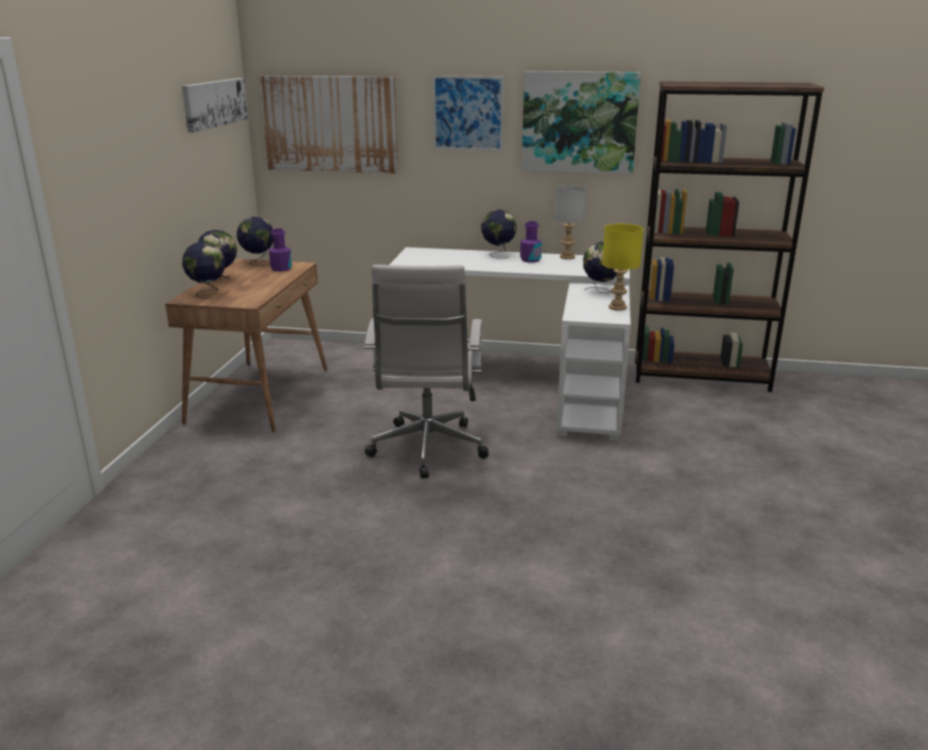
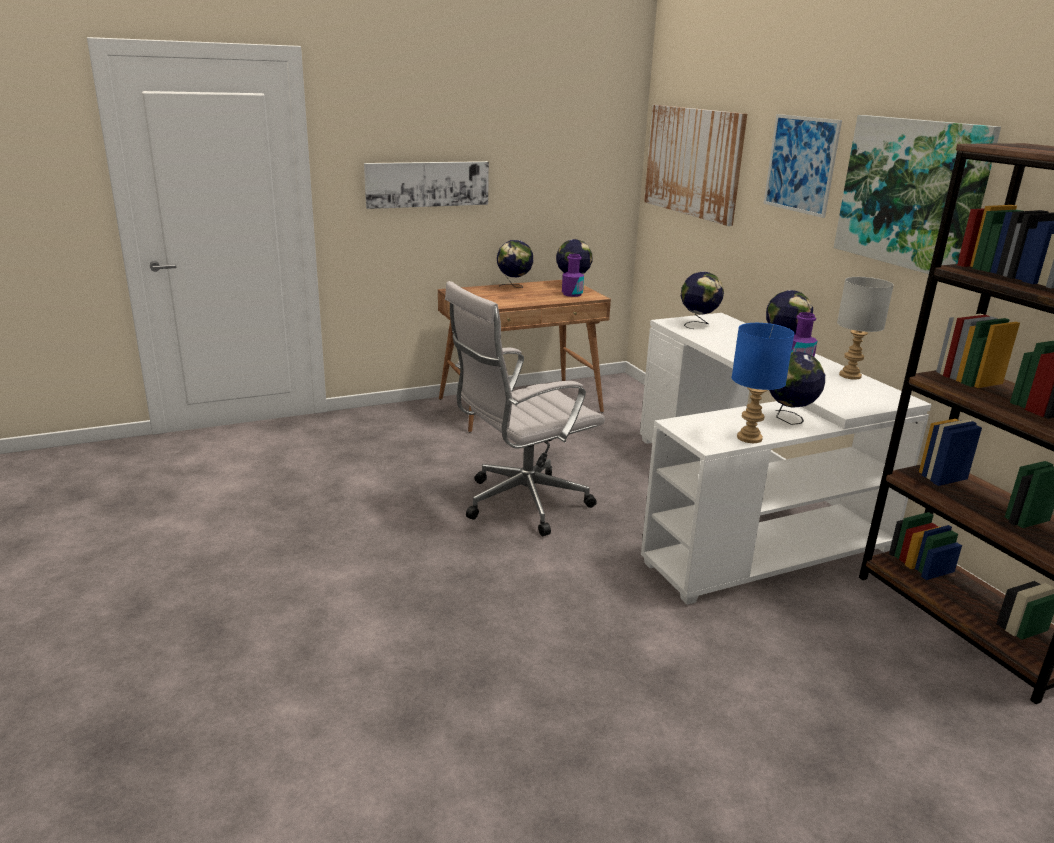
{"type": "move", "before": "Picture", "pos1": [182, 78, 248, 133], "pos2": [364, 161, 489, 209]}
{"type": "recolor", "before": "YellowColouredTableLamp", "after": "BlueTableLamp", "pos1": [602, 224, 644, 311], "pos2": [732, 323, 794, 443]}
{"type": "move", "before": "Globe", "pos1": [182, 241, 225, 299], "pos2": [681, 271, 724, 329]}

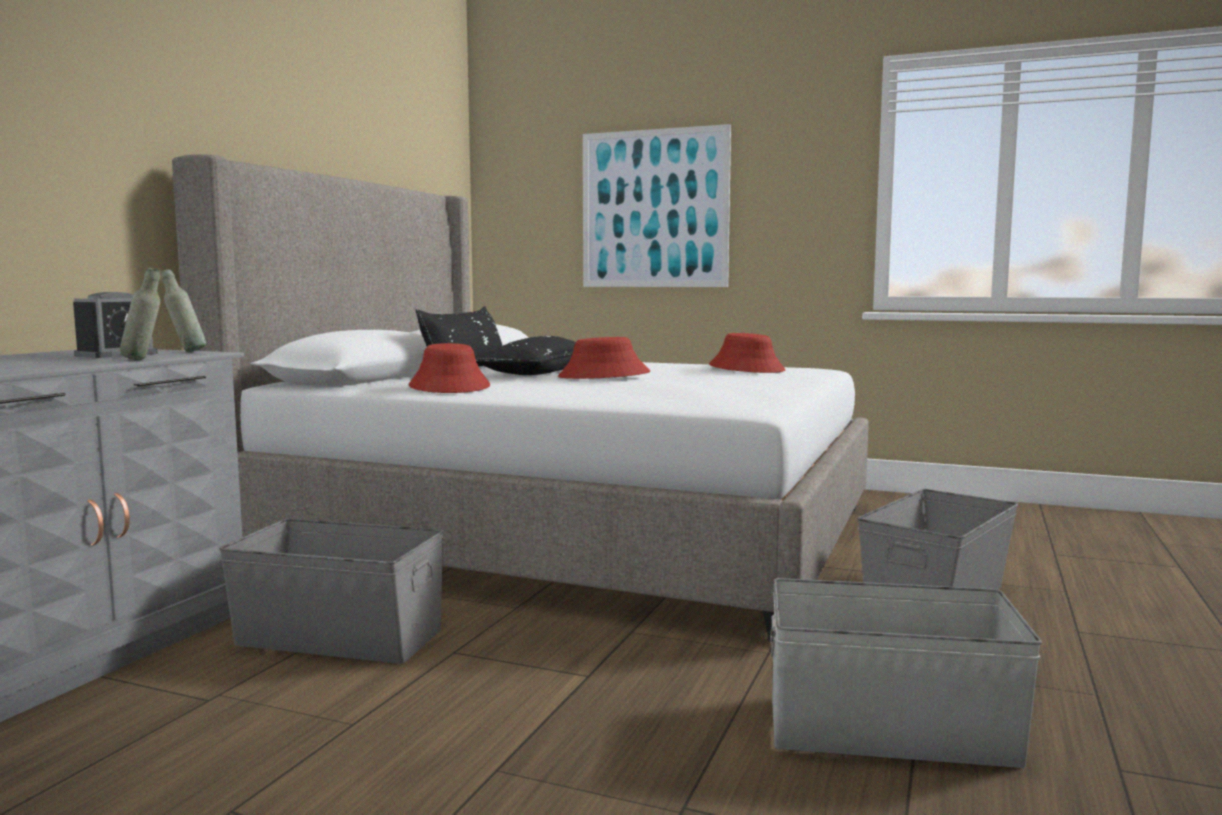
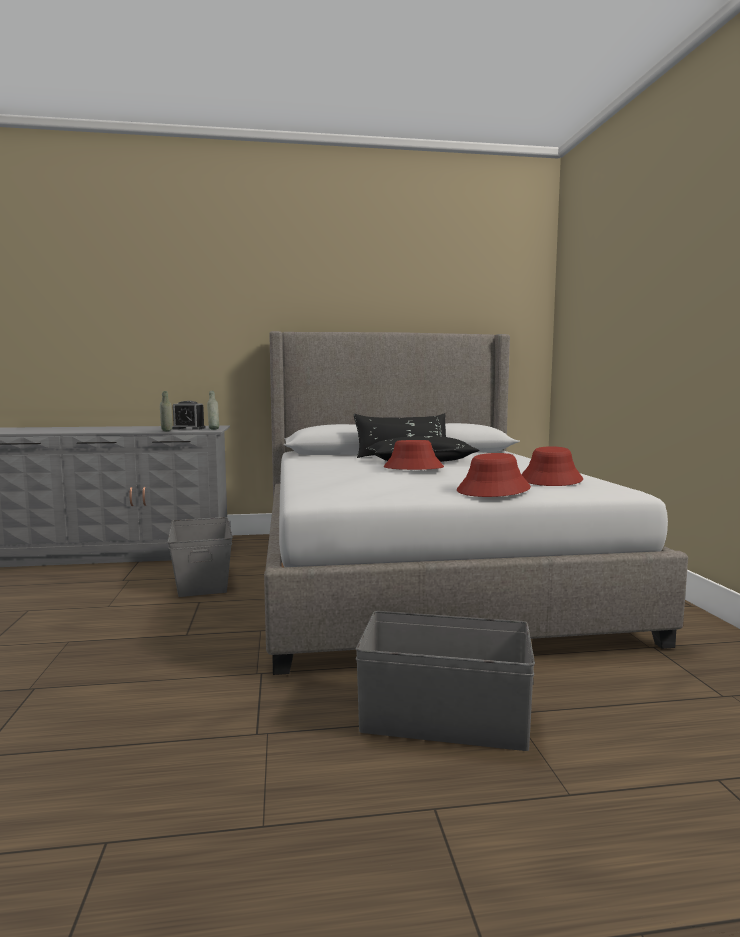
{"type": "delete", "before": "Picture", "pos1": [583, 124, 731, 287]}
{"type": "move", "before": "ReddishWearableHat", "pos1": [409, 343, 490, 393], "pos2": [457, 453, 531, 497]}
{"type": "delete", "before": "GrayStorageBox", "pos1": [770, 578, 1042, 768]}

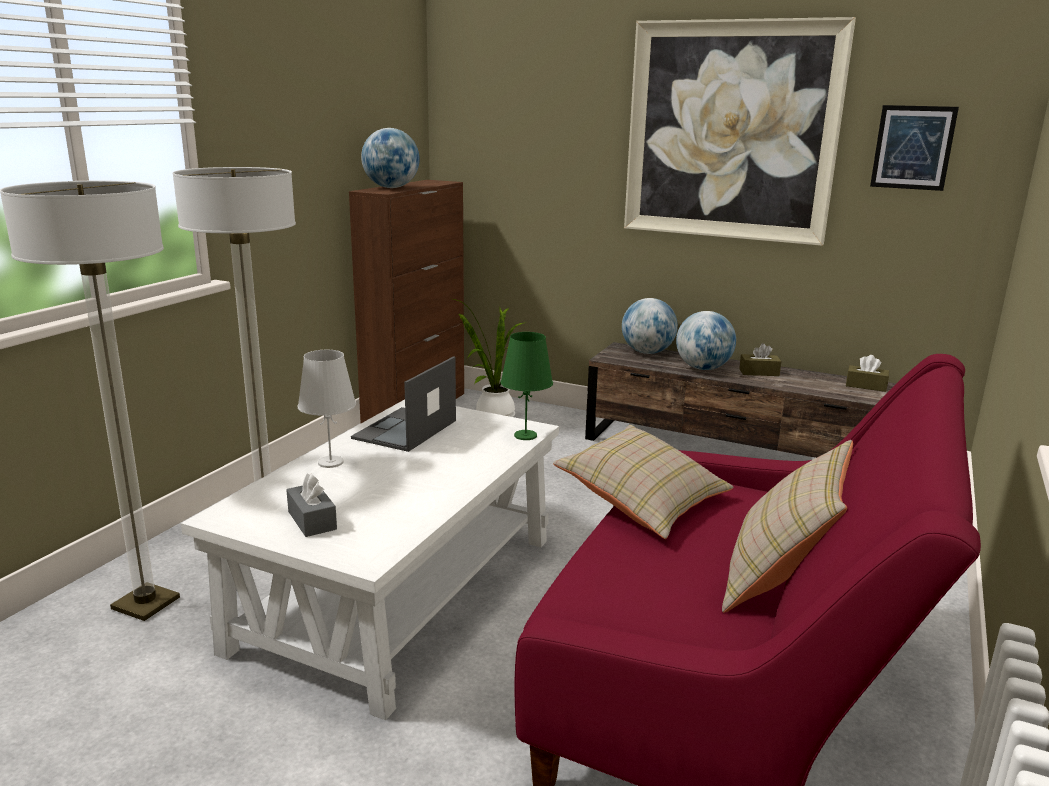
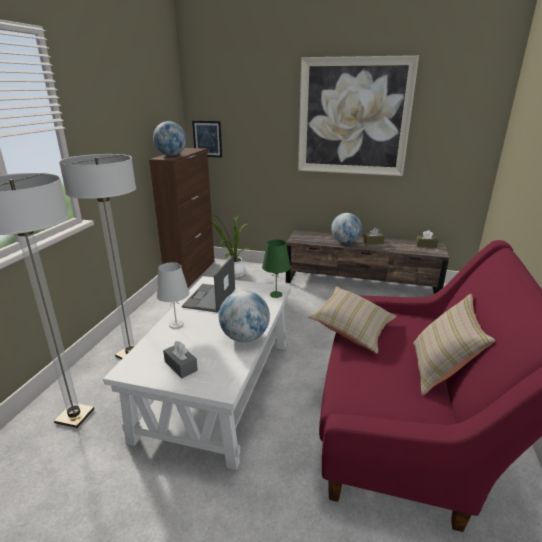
{"type": "move", "before": "Picture", "pos1": [870, 105, 959, 191], "pos2": [192, 121, 222, 158]}
{"type": "move", "before": "Globe", "pos1": [622, 298, 678, 354], "pos2": [219, 291, 270, 342]}

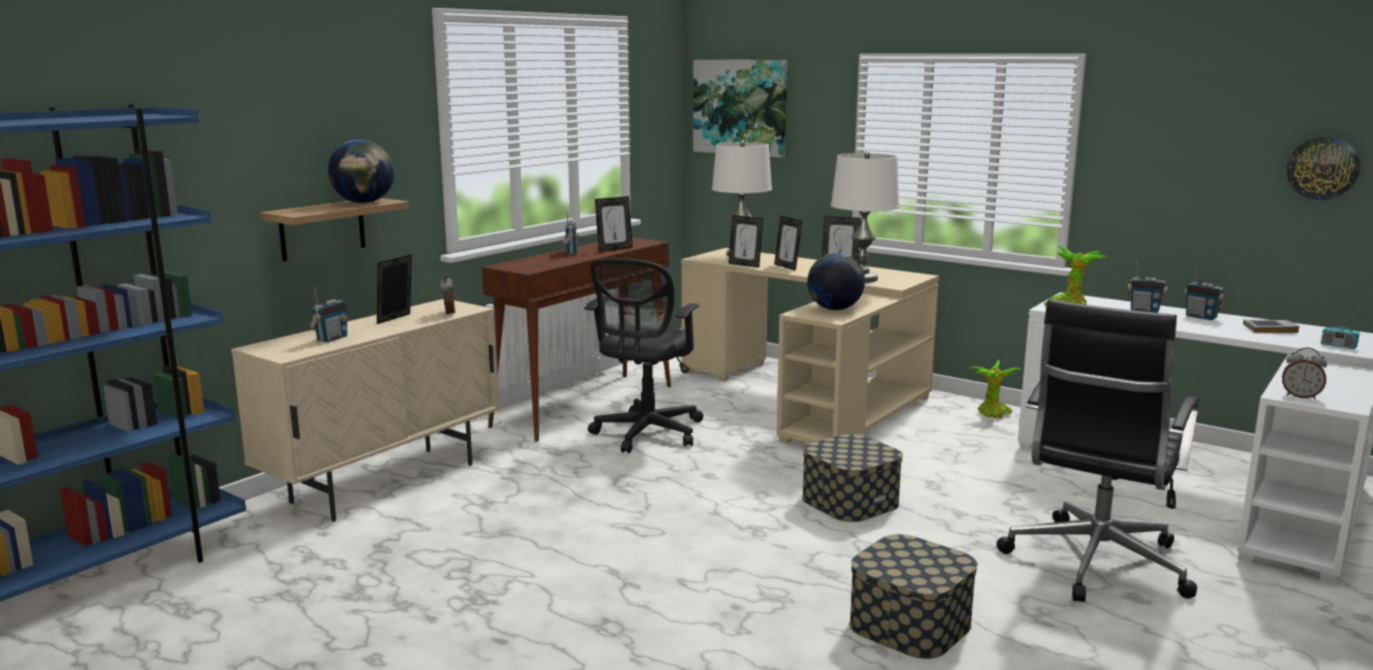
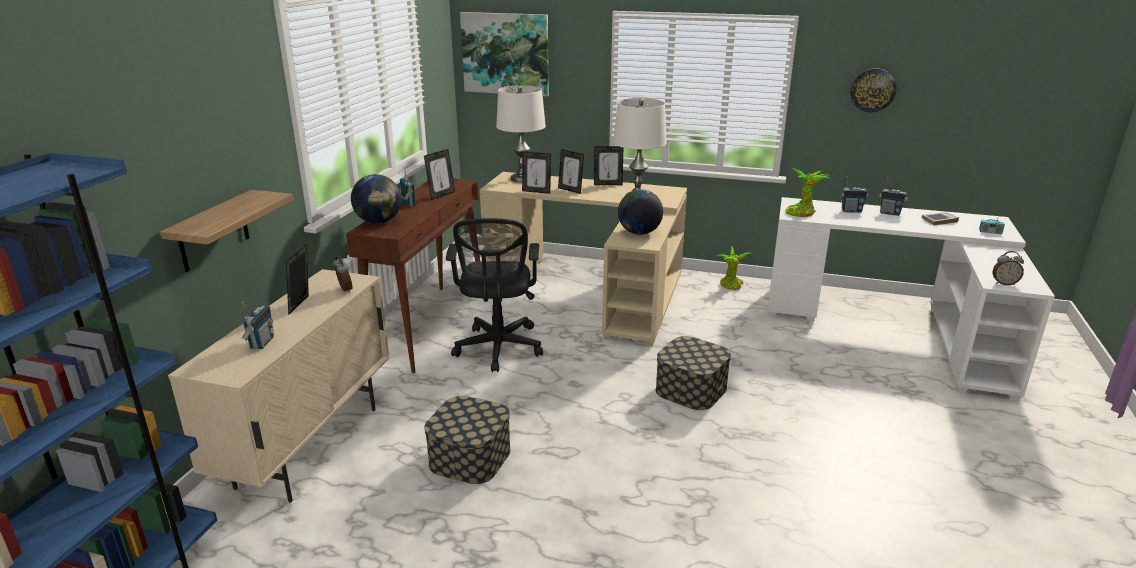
{"type": "move", "before": "ClockOnTheWall", "pos1": [1287, 136, 1360, 200], "pos2": [850, 68, 897, 112]}
{"type": "move", "before": "Globe", "pos1": [328, 139, 394, 203], "pos2": [351, 174, 401, 224]}
{"type": "delete", "before": "BlackComputerChair", "pos1": [996, 300, 1199, 602]}
{"type": "move", "before": "StorageBox", "pos1": [850, 534, 977, 659], "pos2": [424, 396, 511, 484]}

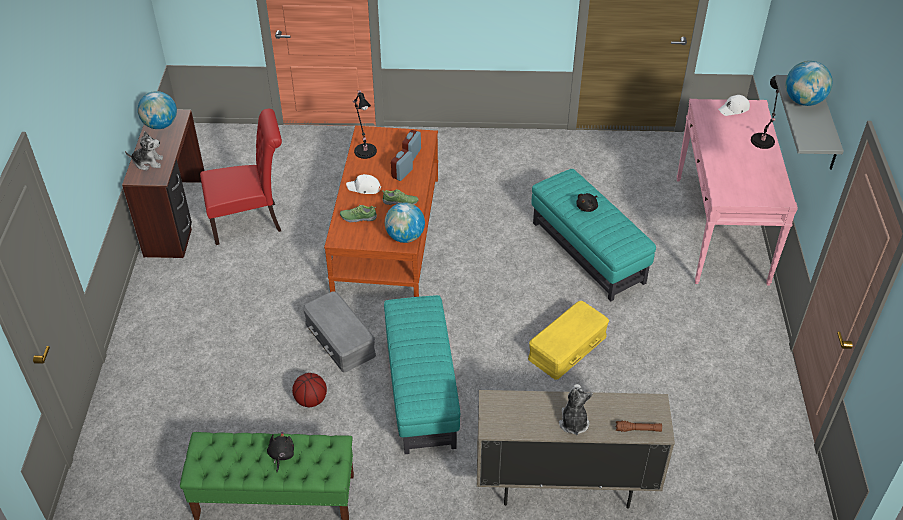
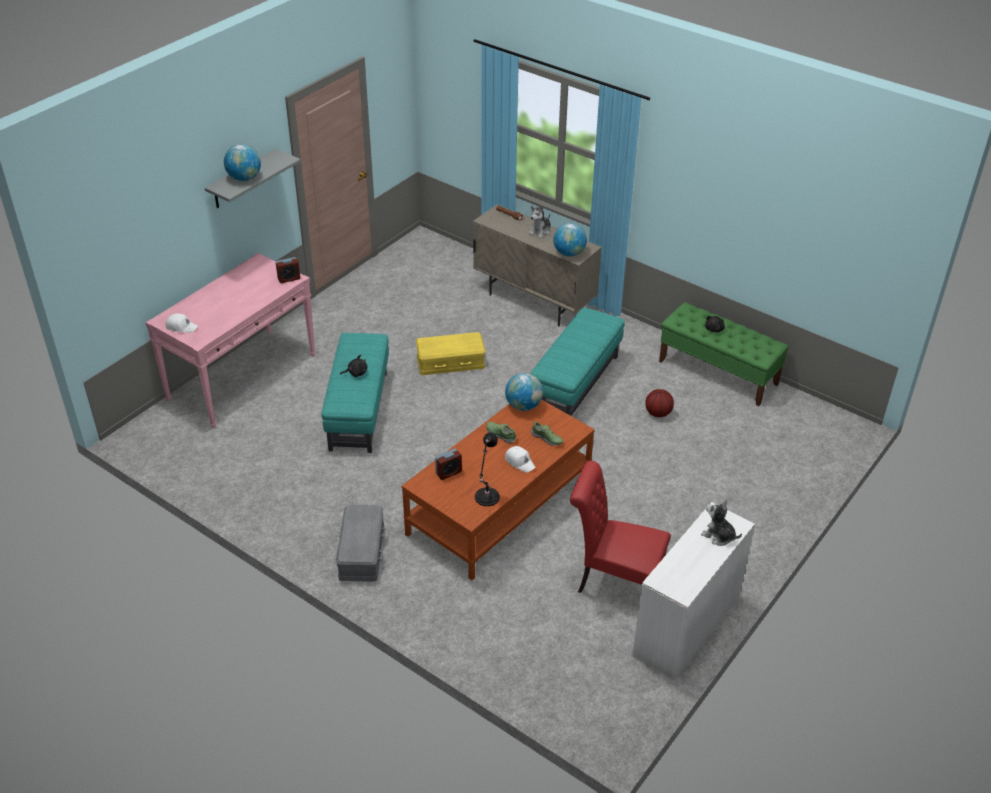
{"type": "delete", "before": "BlackTableLamp", "pos1": [751, 76, 779, 149]}
{"type": "move", "before": "Globe", "pos1": [138, 91, 177, 129], "pos2": [553, 223, 587, 257]}
{"type": "recolor", "before": "BrownDeskUnit", "after": "WhiteColouredDeskUnit", "pos1": [122, 110, 204, 258], "pos2": [632, 502, 755, 681]}
{"type": "move", "before": "BedsideClock", "pos1": [391, 149, 413, 181], "pos2": [275, 257, 300, 283]}
{"type": "move", "before": "GrayStorageBox", "pos1": [303, 291, 376, 372], "pos2": [336, 505, 386, 582]}

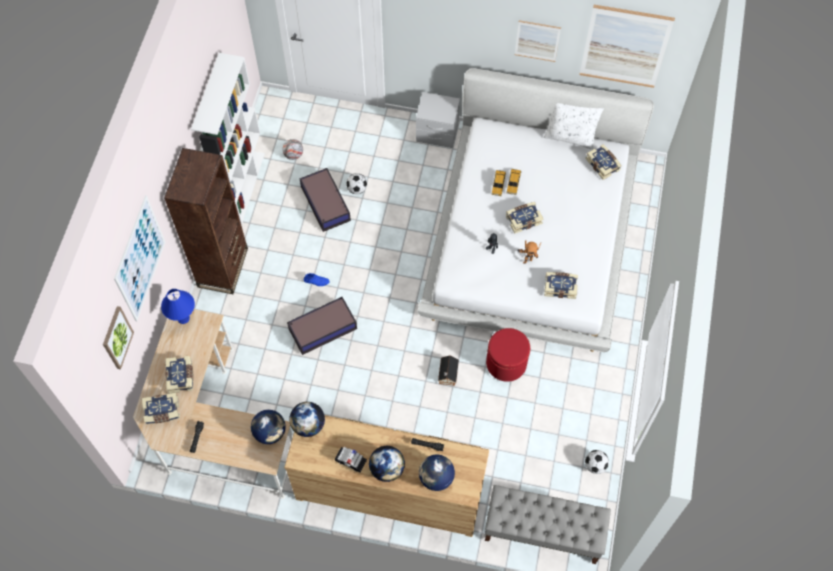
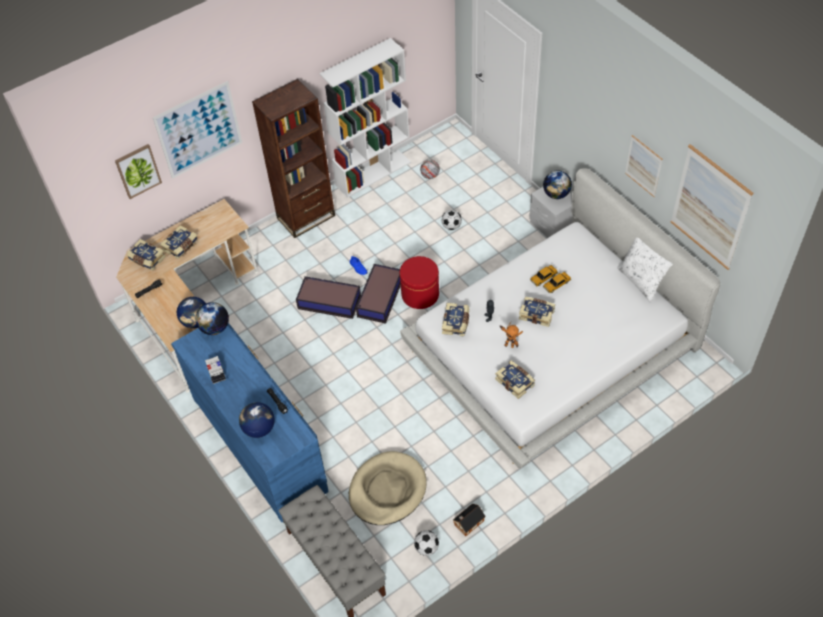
{"type": "move", "before": "Book", "pos1": [585, 144, 621, 180], "pos2": [442, 303, 469, 336]}
{"type": "move", "before": "StorageBox", "pos1": [299, 168, 351, 232], "pos2": [356, 264, 401, 324]}
{"type": "delete", "before": "BlueTableLamp", "pos1": [161, 289, 195, 324]}
{"type": "move", "before": "ReddishPouffe", "pos1": [486, 328, 530, 382], "pos2": [400, 256, 439, 309]}
{"type": "move", "before": "ToyHouse", "pos1": [438, 355, 459, 386], "pos2": [453, 503, 486, 536]}
{"type": "recolor", "before": "BrownDresser", "after": "BlueDresser", "pos1": [284, 415, 489, 537], "pos2": [171, 323, 329, 522]}
{"type": "move", "before": "Globe", "pos1": [369, 446, 405, 482], "pos2": [543, 170, 572, 199]}
{"type": "insert", "after": "BeigeColouredPetBed", "pos2": [349, 451, 427, 525]}

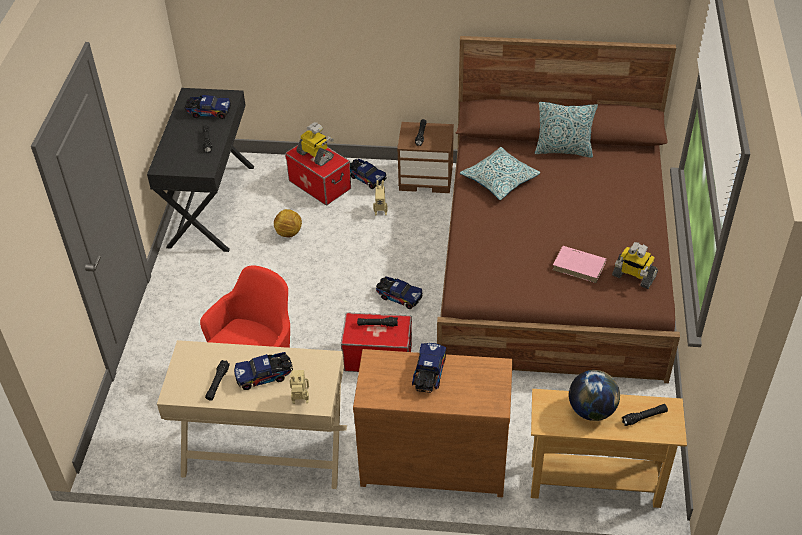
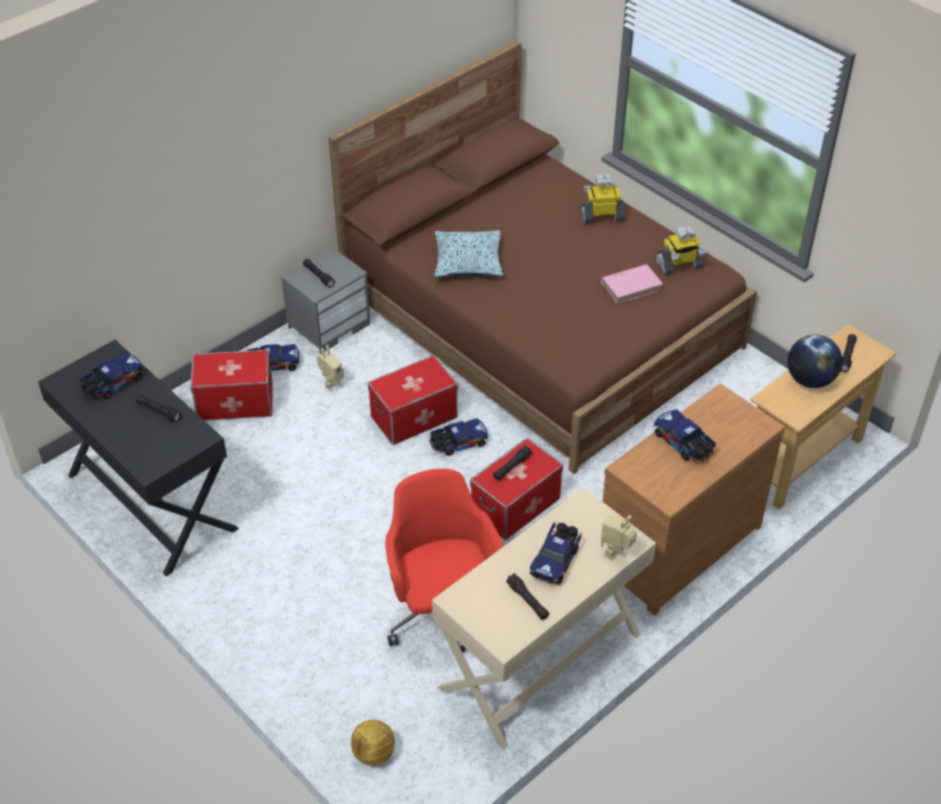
{"type": "delete", "before": "ThrowPillow", "pos1": [535, 102, 598, 158]}
{"type": "move", "before": "RobotFigure", "pos1": [296, 122, 334, 166], "pos2": [580, 174, 625, 224]}
{"type": "recolor", "before": "BrownNightstand", "after": "GrayNightstand", "pos1": [397, 122, 454, 193], "pos2": [281, 248, 370, 354]}
{"type": "move", "before": "BallForFootball", "pos1": [274, 209, 302, 237], "pos2": [351, 719, 395, 765]}
{"type": "insert", "after": "StorageBox", "pos2": [368, 355, 458, 445]}

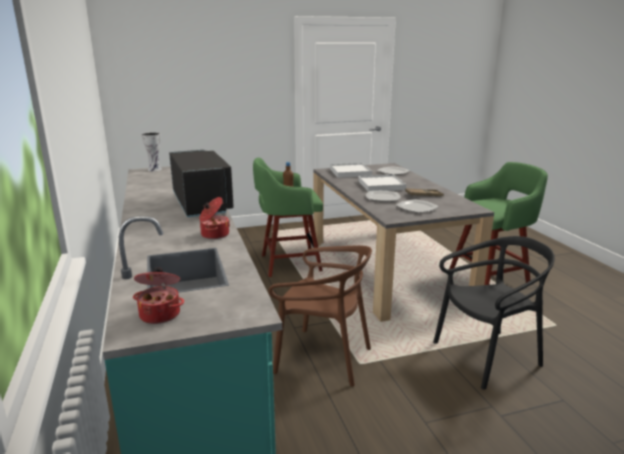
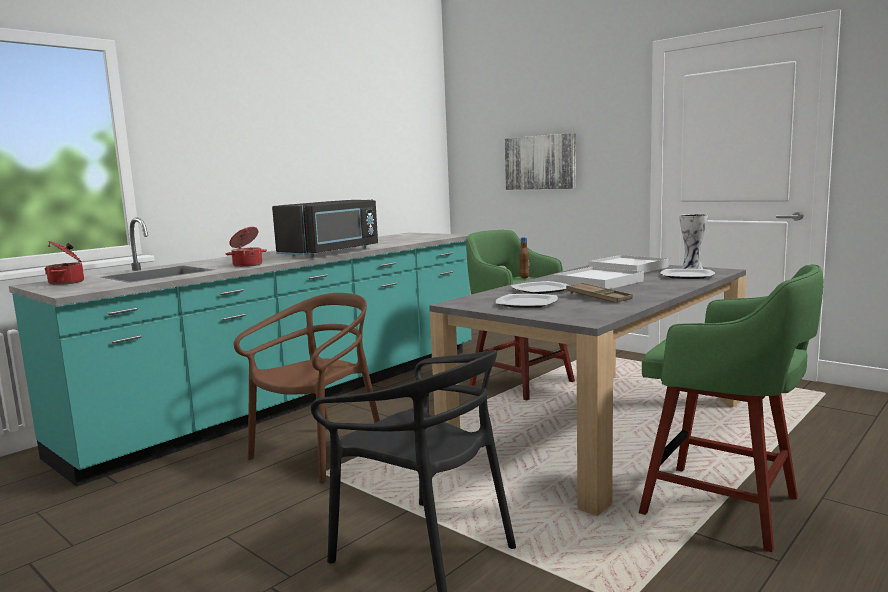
{"type": "move", "before": "FlowerVase", "pos1": [141, 132, 162, 171], "pos2": [679, 214, 708, 269]}
{"type": "rotate", "before": "BrownPlainChair", "pos1": [268, 245, 372, 386], "pos2": [234, 293, 380, 484], "turn": -135}
{"type": "insert", "after": "Picture", "pos2": [505, 133, 576, 190]}

